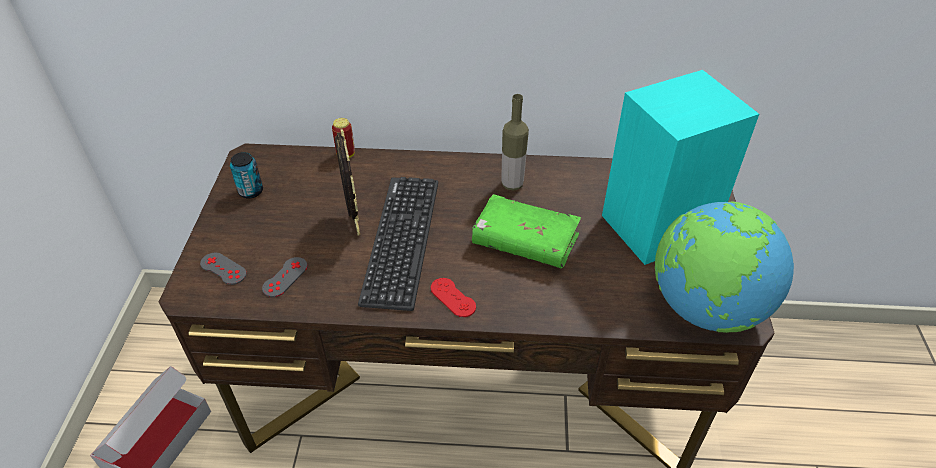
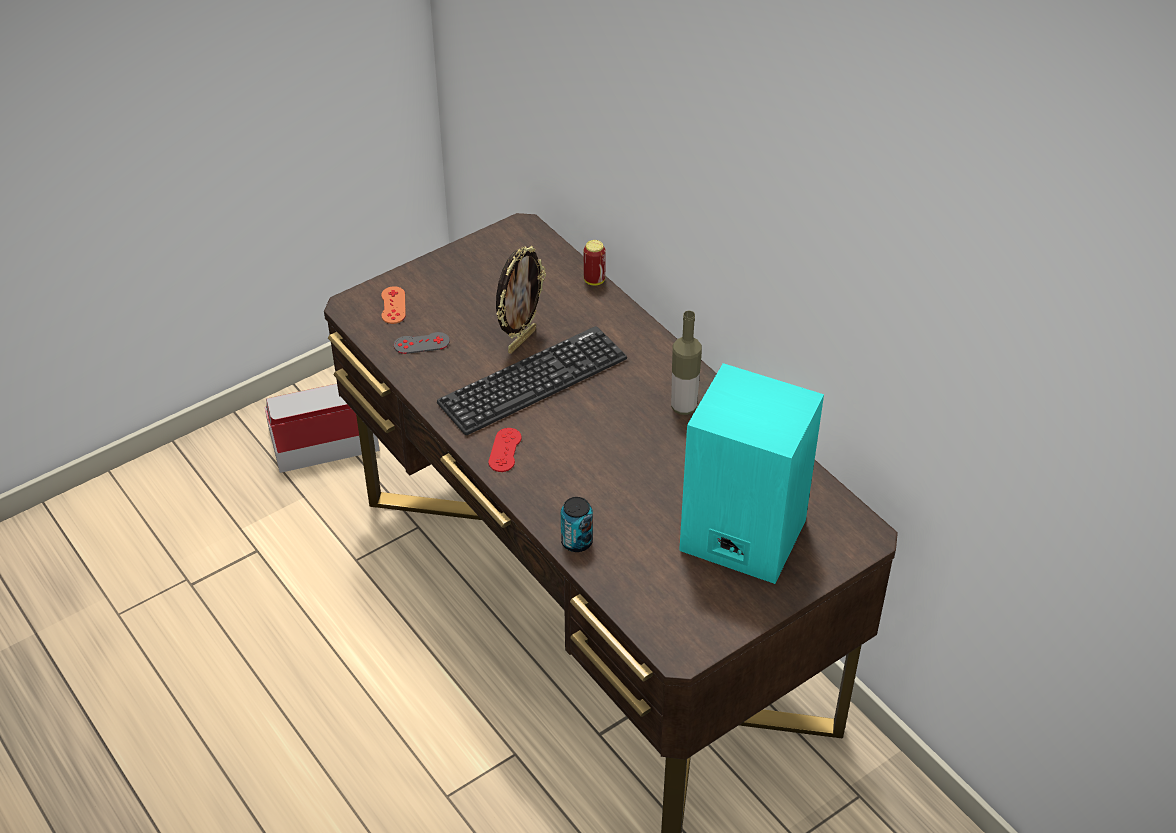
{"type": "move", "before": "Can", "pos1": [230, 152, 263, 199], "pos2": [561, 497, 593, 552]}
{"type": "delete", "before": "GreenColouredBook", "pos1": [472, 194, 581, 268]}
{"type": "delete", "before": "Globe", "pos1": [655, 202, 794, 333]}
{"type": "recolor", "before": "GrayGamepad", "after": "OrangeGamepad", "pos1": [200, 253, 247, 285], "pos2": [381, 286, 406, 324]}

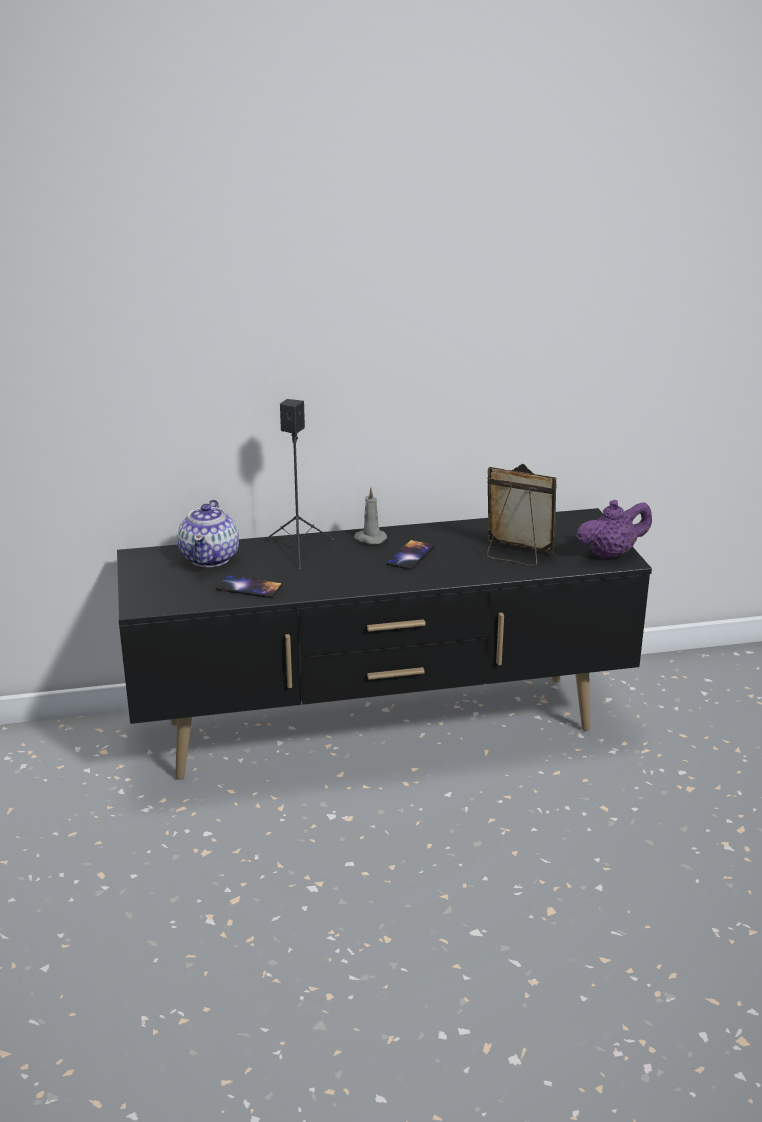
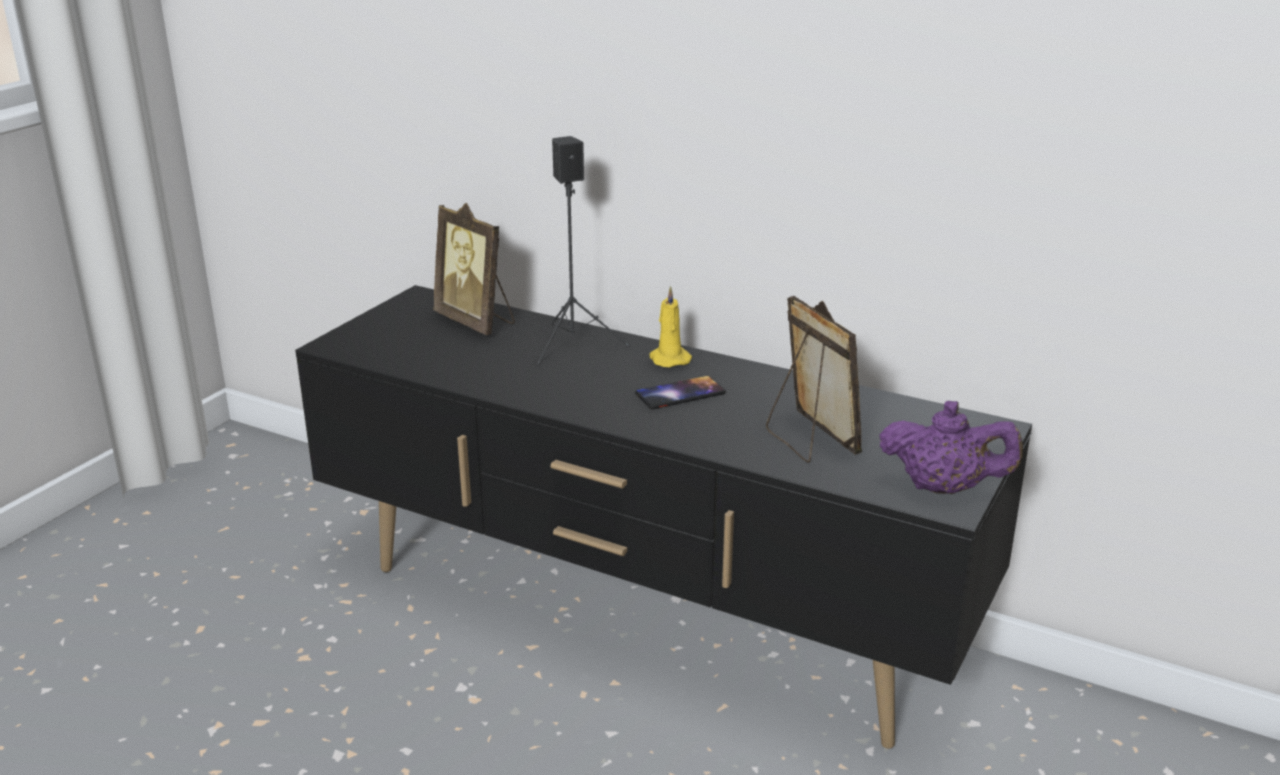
{"type": "recolor", "before": "GrayWaxCandle", "after": "YellowColouredWaxCandle", "pos1": [354, 487, 387, 544], "pos2": [649, 286, 692, 367]}
{"type": "replace", "before": "TeaPot", "after": "PhotoFrame", "pos1": [178, 500, 239, 567], "pos2": [433, 203, 515, 335]}
{"type": "delete", "before": "Phone", "pos1": [216, 576, 283, 598]}

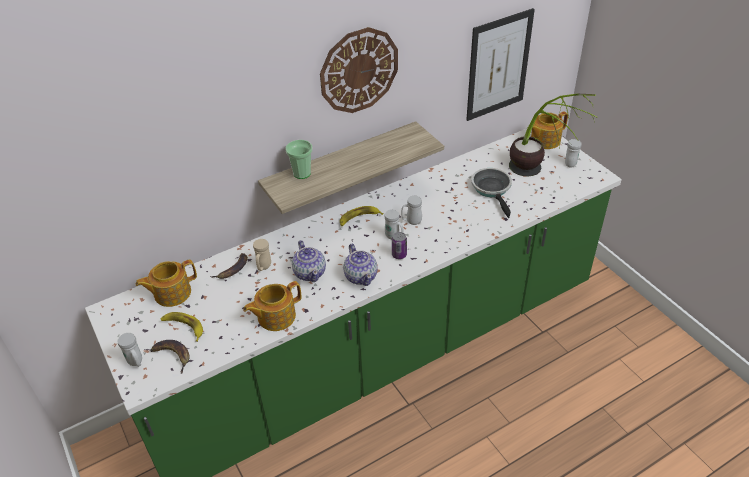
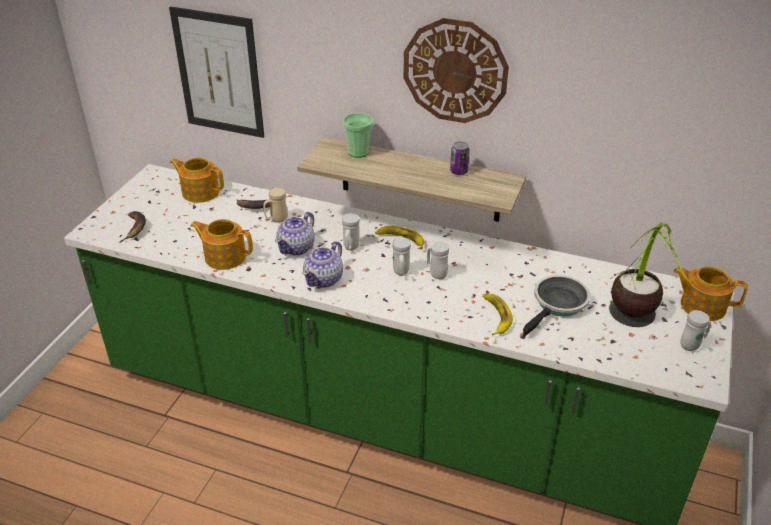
{"type": "move", "before": "Picture", "pos1": [466, 8, 535, 121], "pos2": [169, 6, 264, 138]}
{"type": "move", "before": "Can", "pos1": [392, 232, 407, 259], "pos2": [450, 141, 470, 175]}
{"type": "move", "before": "Banana", "pos1": [160, 312, 203, 342], "pos2": [482, 293, 513, 335]}
{"type": "move", "before": "WhiteColouredMug", "pos1": [118, 333, 142, 367], "pos2": [342, 213, 360, 250]}

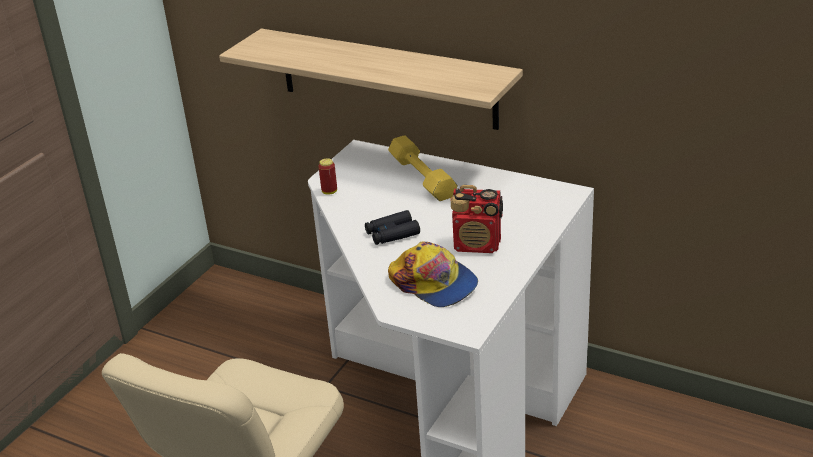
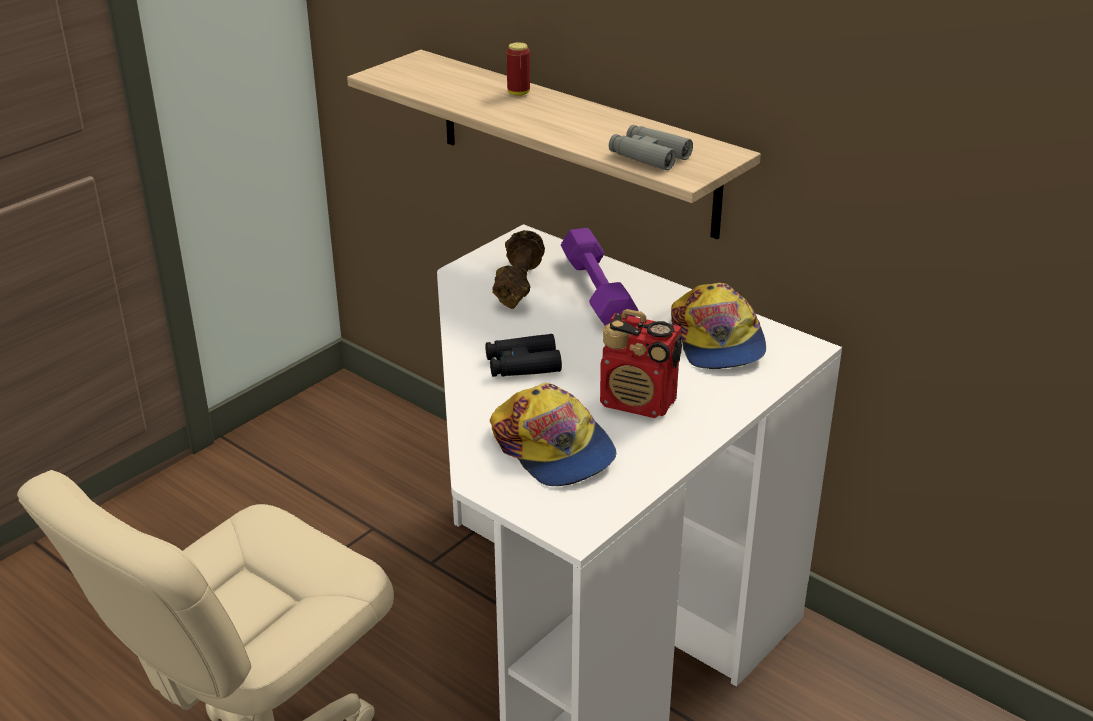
{"type": "recolor", "before": "YellowColouredHandWeight", "after": "PurpleHandWeight", "pos1": [388, 135, 458, 201], "pos2": [561, 228, 639, 325]}
{"type": "move", "before": "Can", "pos1": [318, 158, 337, 195], "pos2": [507, 42, 530, 96]}
{"type": "insert", "after": "GrayPairOfBinoculars", "pos2": [609, 125, 693, 170]}
{"type": "insert", "after": "BrownHandWeight", "pos2": [492, 230, 545, 309]}
{"type": "insert", "after": "PeakedCap", "pos2": [671, 283, 766, 369]}

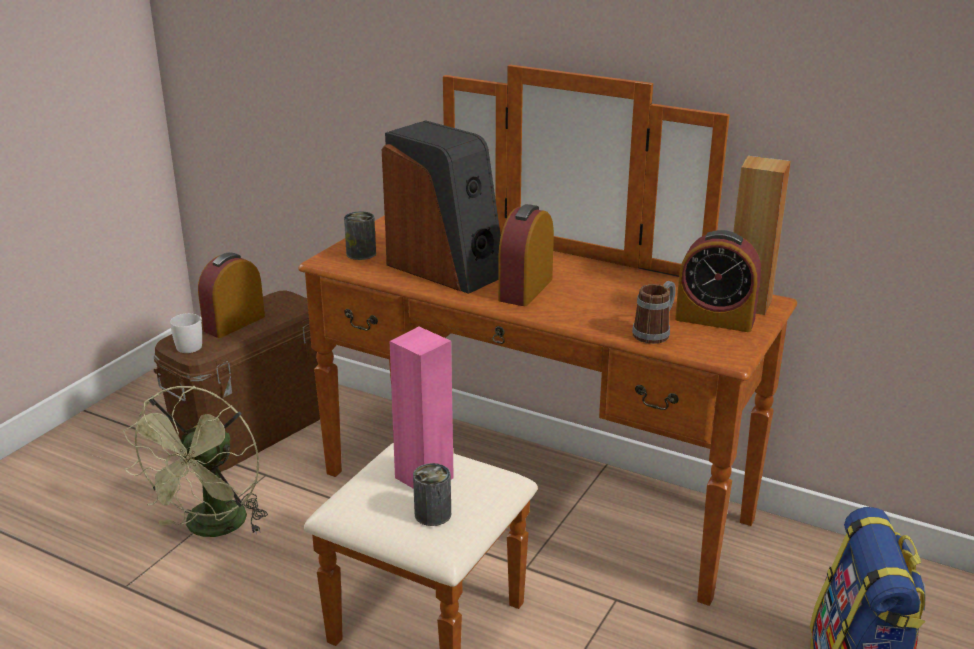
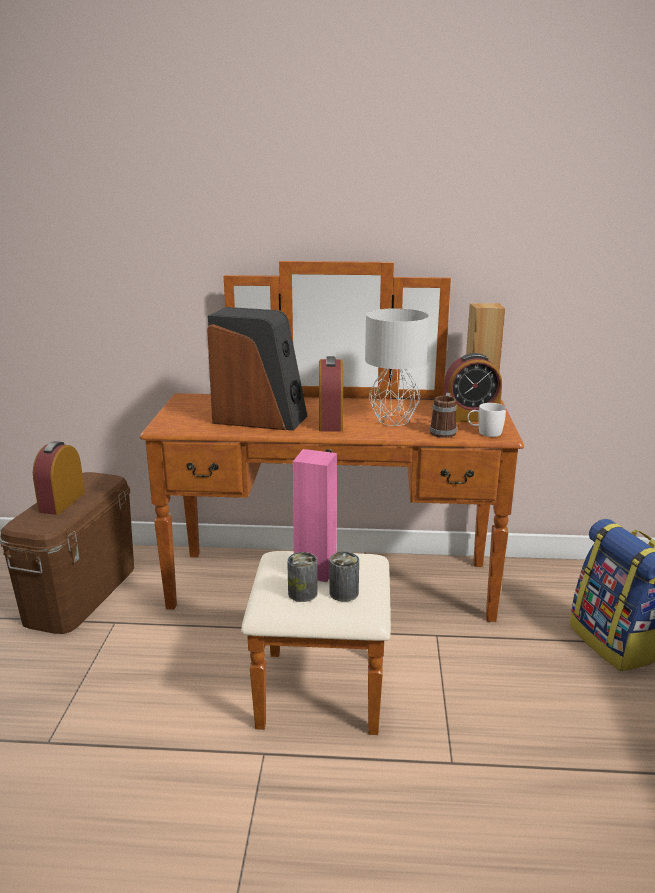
{"type": "move", "before": "Can", "pos1": [344, 211, 376, 260], "pos2": [287, 552, 317, 602]}
{"type": "move", "before": "WhiteColouredMug", "pos1": [170, 313, 202, 353], "pos2": [468, 403, 506, 437]}
{"type": "delete", "before": "GreenColouredCoolingFan", "pos1": [123, 386, 268, 537]}
{"type": "insert", "after": "GrayTableLamp", "pos2": [365, 308, 429, 426]}

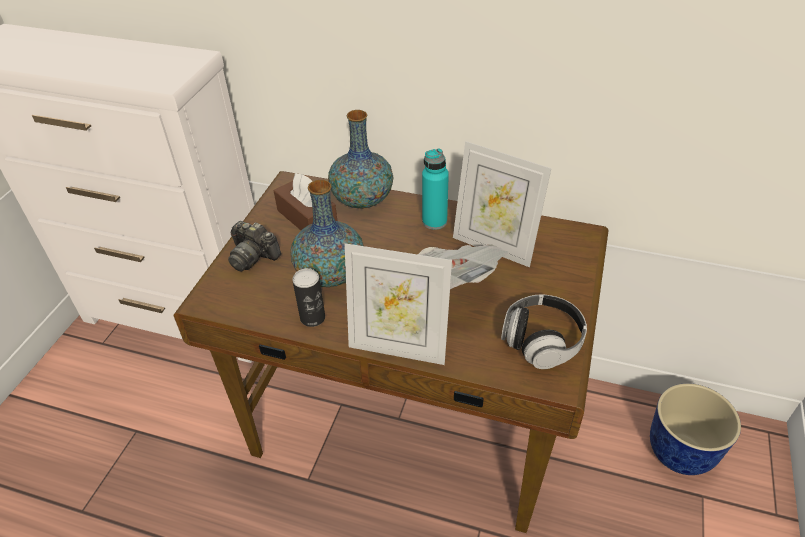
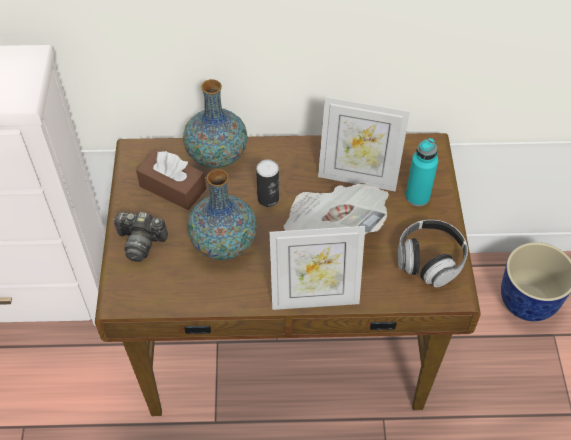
{"type": "move", "before": "TurquoiseBottle", "pos1": [422, 149, 449, 230], "pos2": [405, 138, 438, 206]}
{"type": "move", "before": "Can", "pos1": [292, 268, 325, 327], "pos2": [256, 159, 279, 207]}

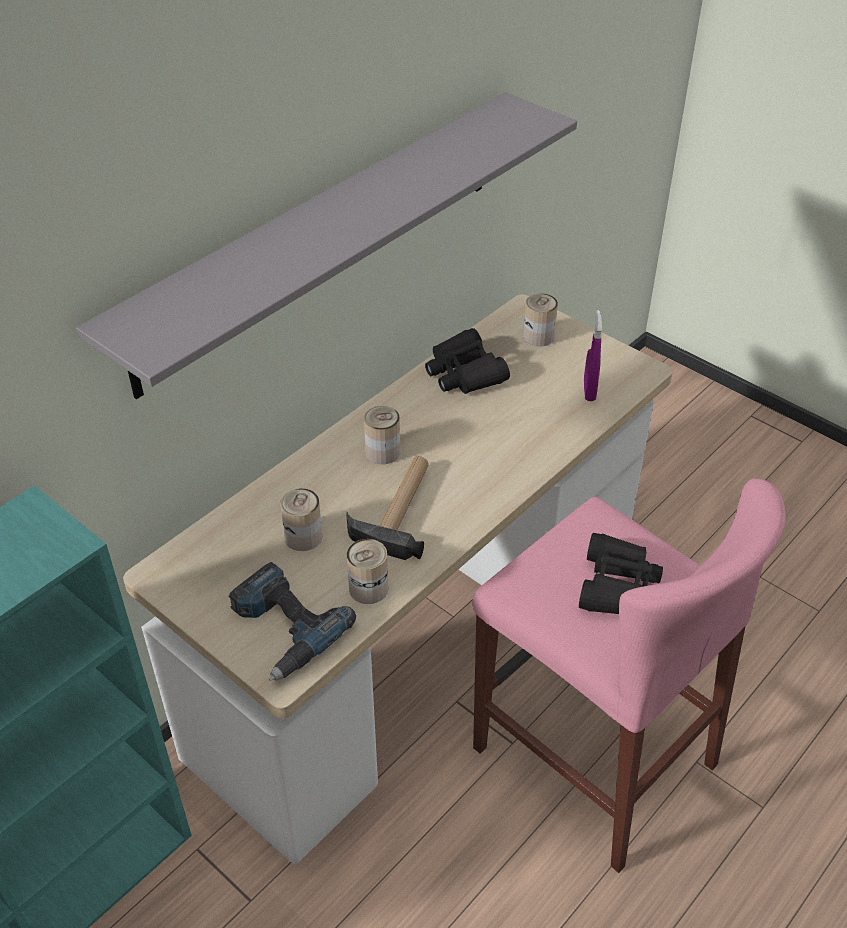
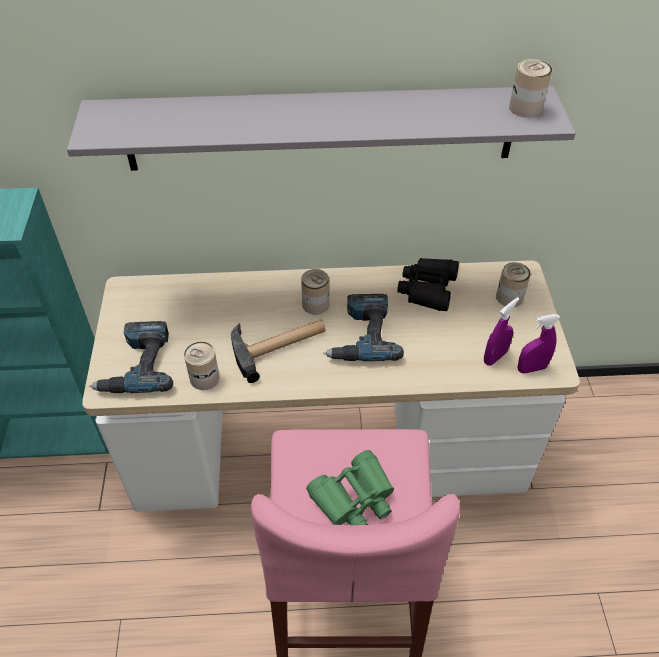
{"type": "move", "before": "Can", "pos1": [280, 488, 323, 551], "pos2": [509, 59, 552, 118]}
{"type": "recolor", "before": "BlackPairOfBinoculars", "after": "GreenColouredPairOfBinoculars", "pos1": [579, 533, 663, 614], "pos2": [306, 450, 394, 525]}
{"type": "insert", "after": "ElectricDrill", "pos2": [323, 294, 404, 361]}
{"type": "insert", "after": "PurpleSprayer", "pos2": [518, 314, 560, 374]}

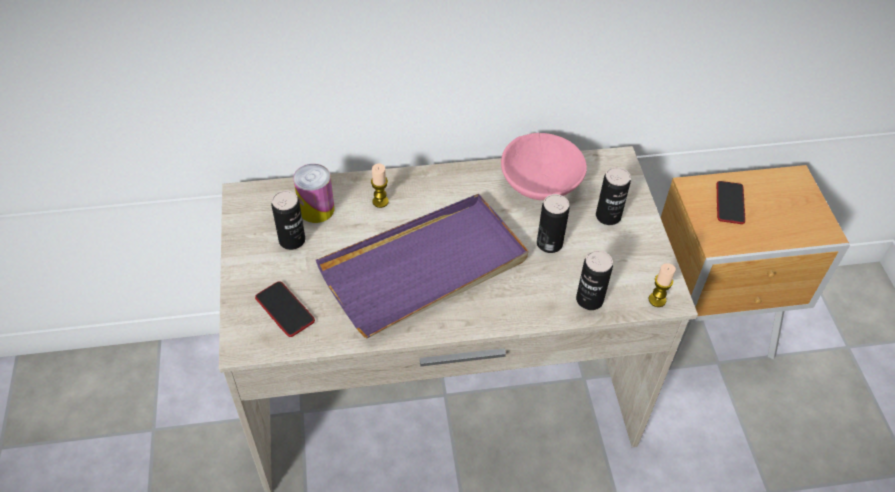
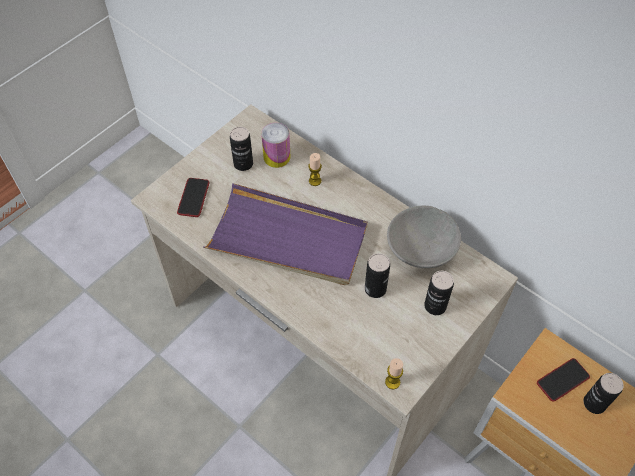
{"type": "recolor", "before": "PinkishBowl", "after": "GrayBowl", "pos1": [501, 133, 587, 200], "pos2": [387, 206, 461, 268]}
{"type": "move", "before": "Can", "pos1": [576, 250, 613, 310], "pos2": [583, 373, 624, 414]}

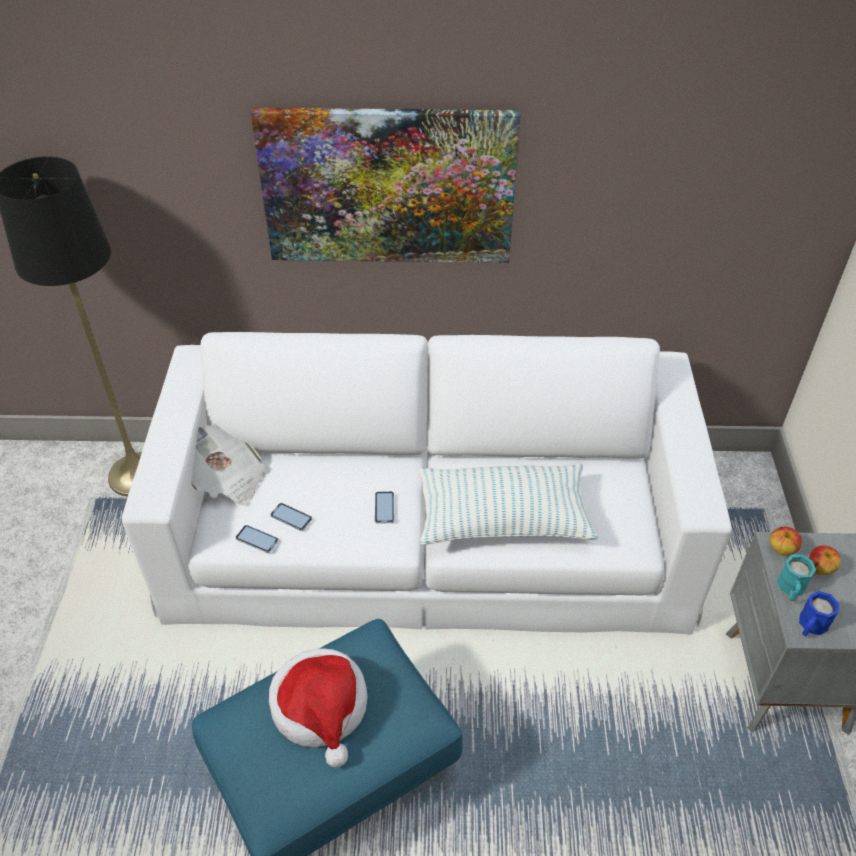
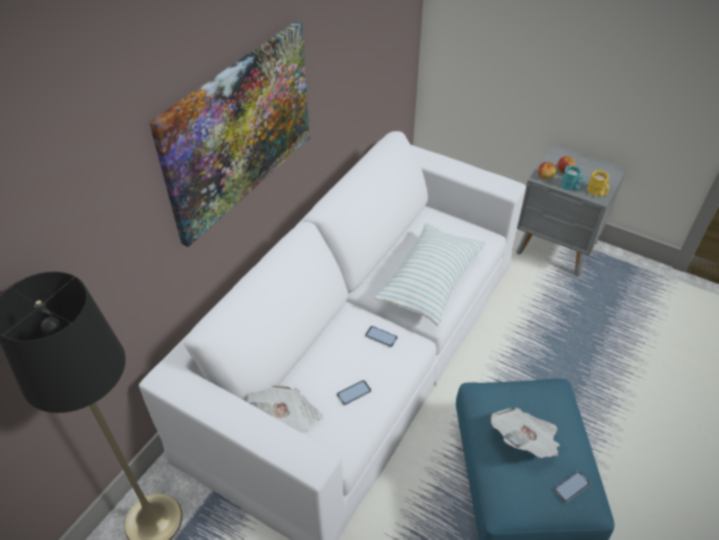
{"type": "move", "before": "Phone", "pos1": [235, 525, 278, 553], "pos2": [554, 471, 590, 503]}
{"type": "recolor", "before": "BlueMug", "after": "YellowColouredMug", "pos1": [799, 591, 839, 636], "pos2": [587, 170, 609, 197]}
{"type": "replace", "before": "WearableHat", "after": "Newspaper", "pos1": [269, 648, 367, 768], "pos2": [491, 407, 560, 458]}

